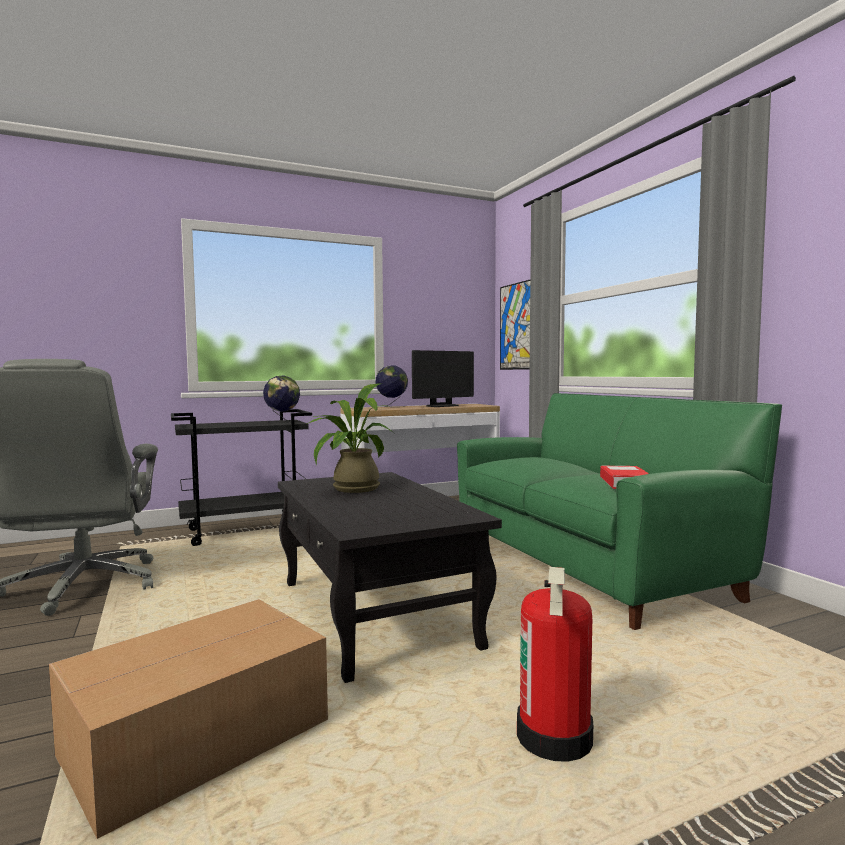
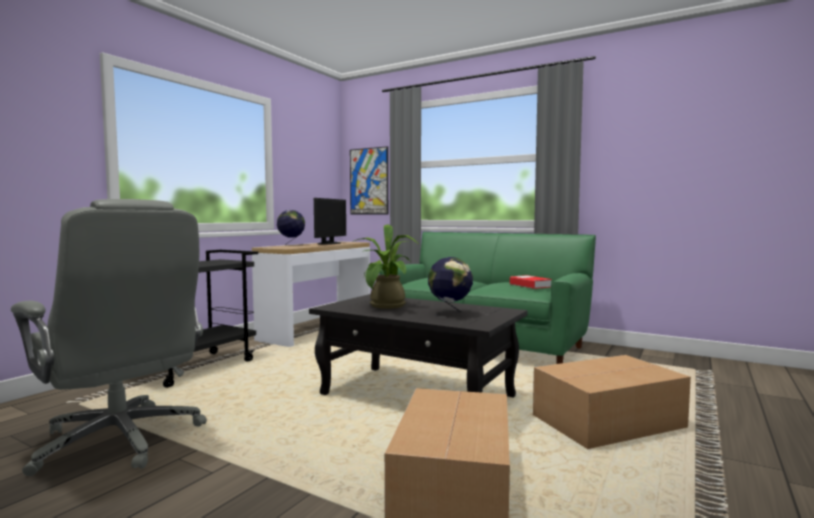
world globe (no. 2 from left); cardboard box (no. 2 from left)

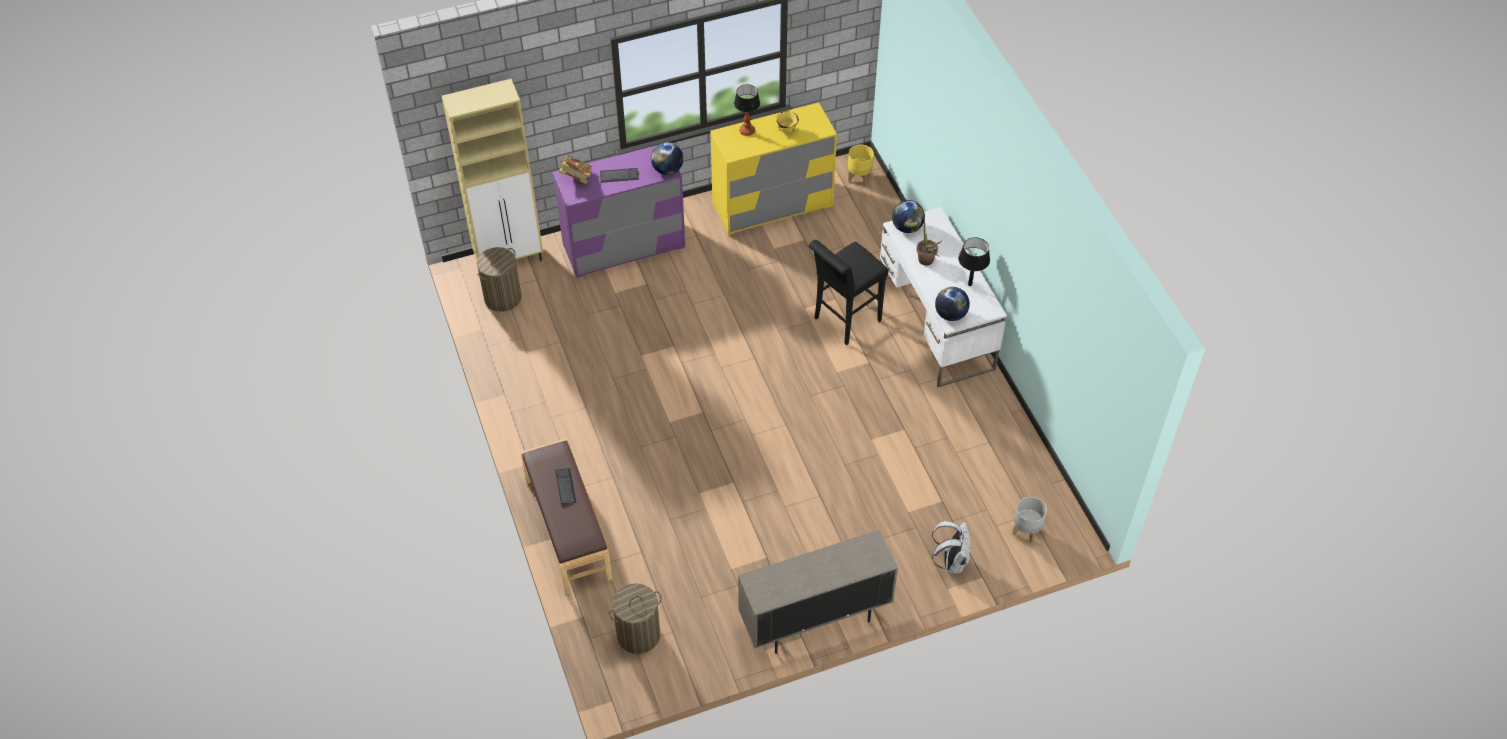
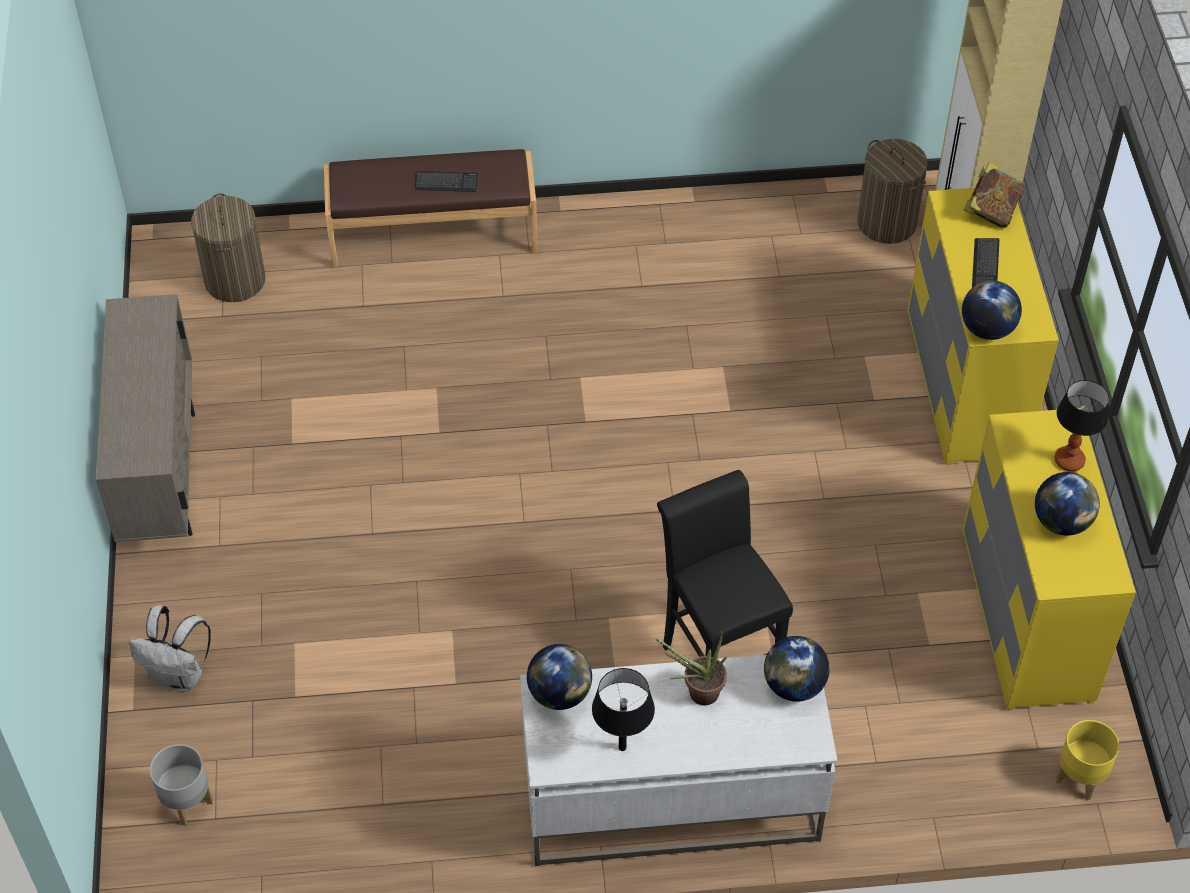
world globe (no. 4 from left); chest of drawers (yellow) (no. 1 from left)

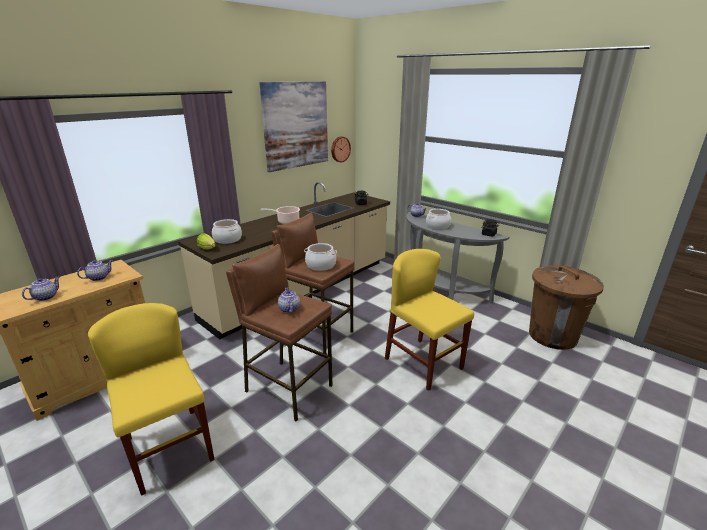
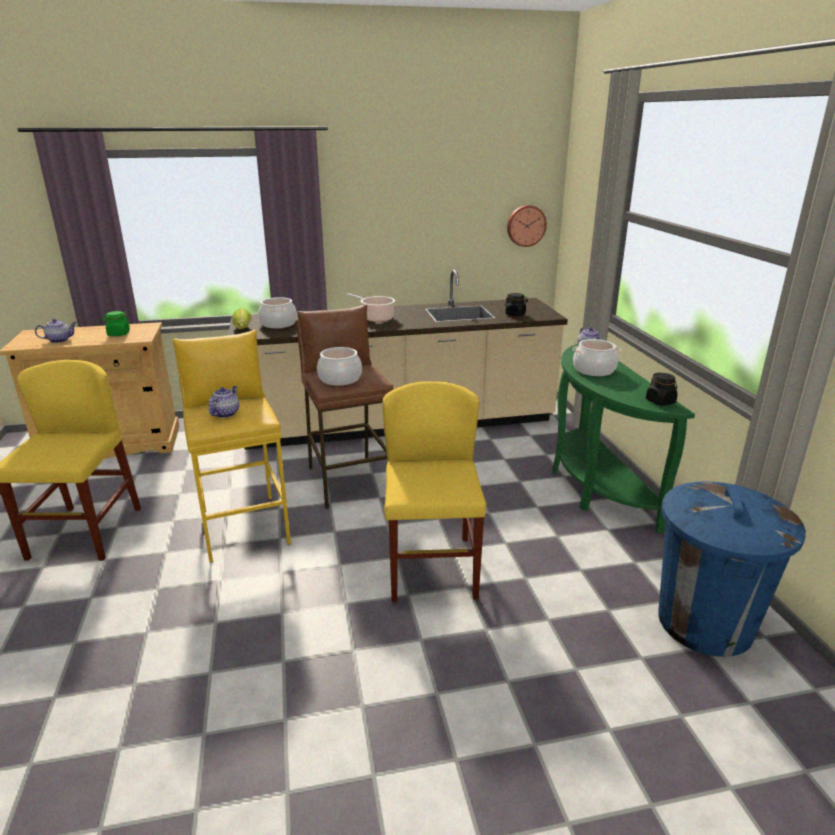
picture; narrow table (green); stool (yellow); storage jar (green); trash can (bluish)

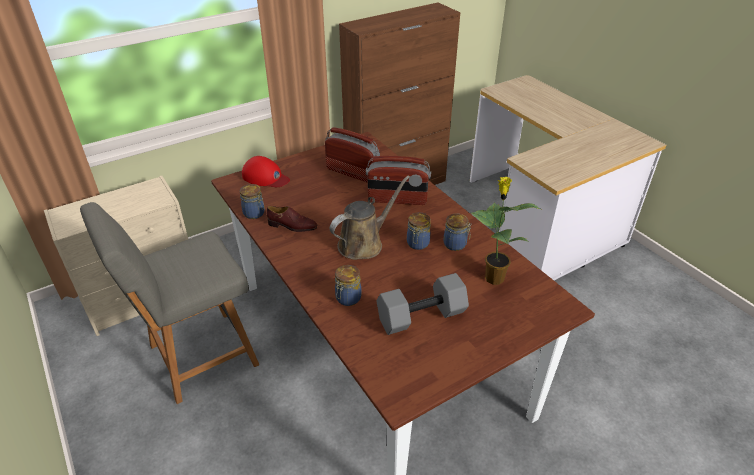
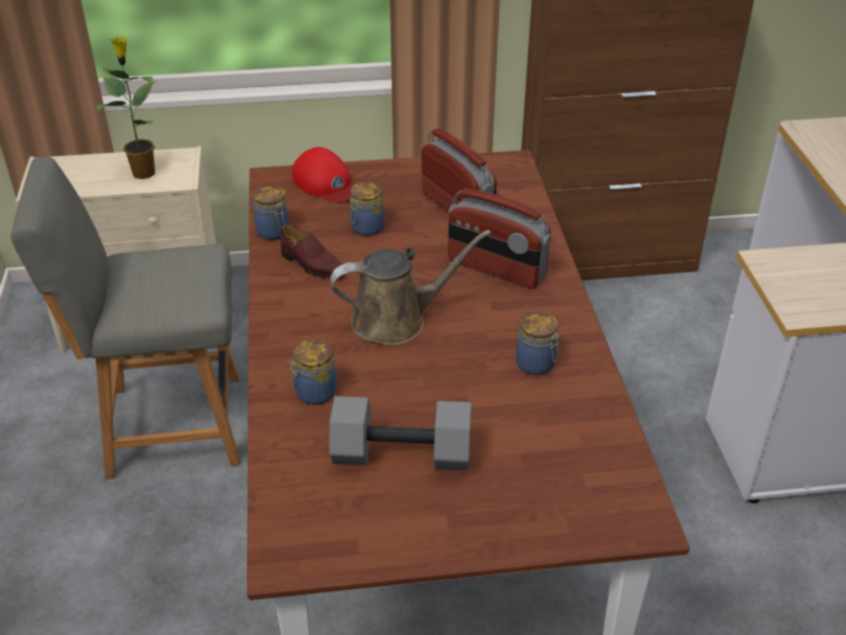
houseplant; storage jar (no. 3 from left)

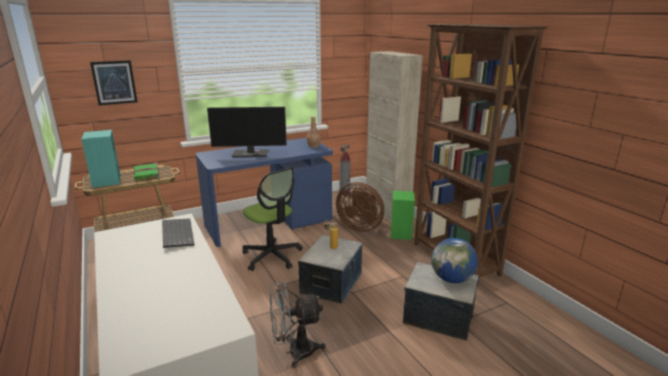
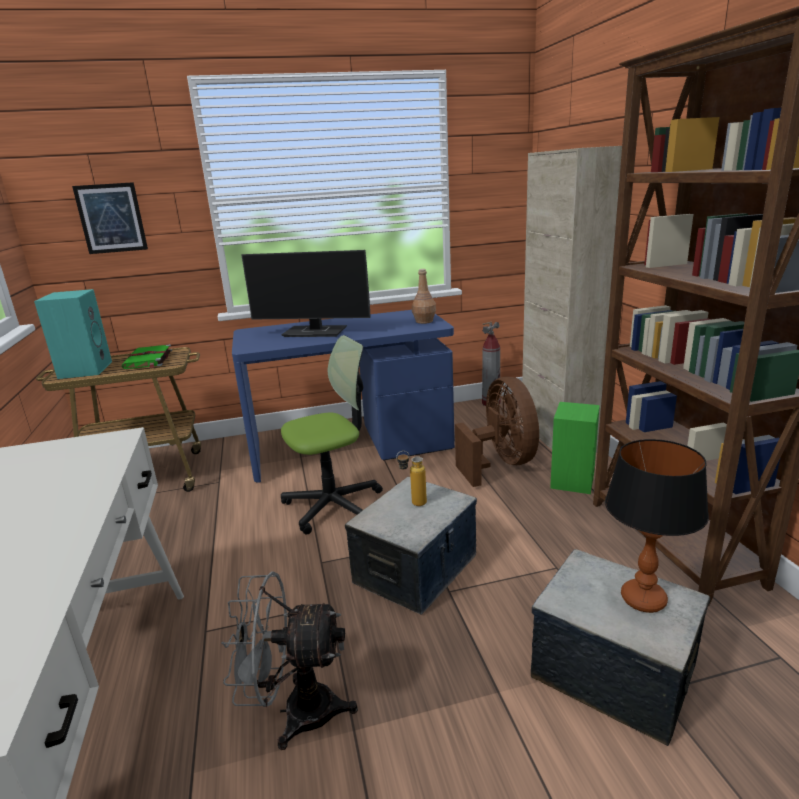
office chair; electric fan (brownish); computer keyboard; lamp for a table

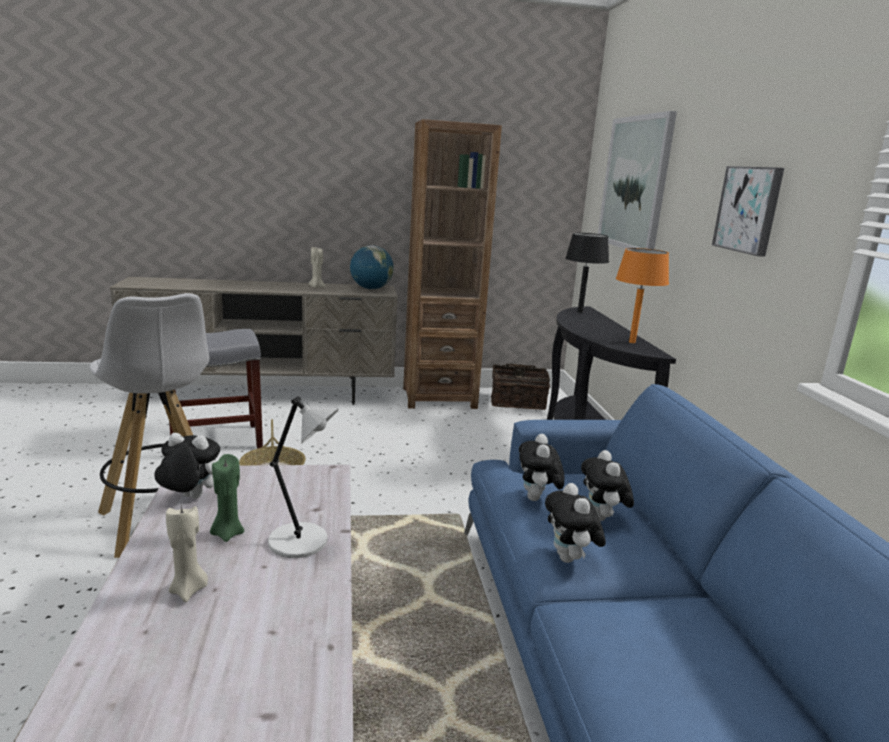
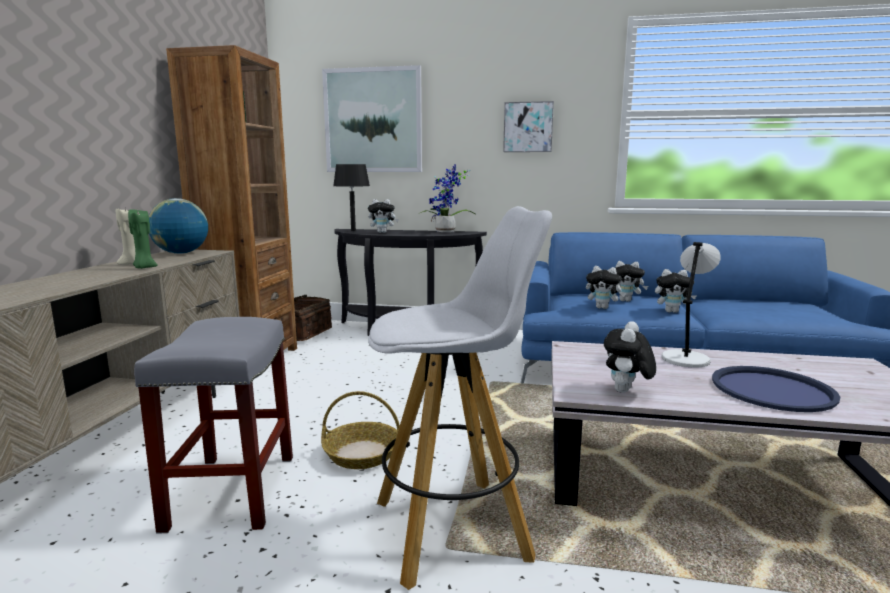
houseplant; candle (green); carrying tray (bluish); plush toy (no. 1 from left)

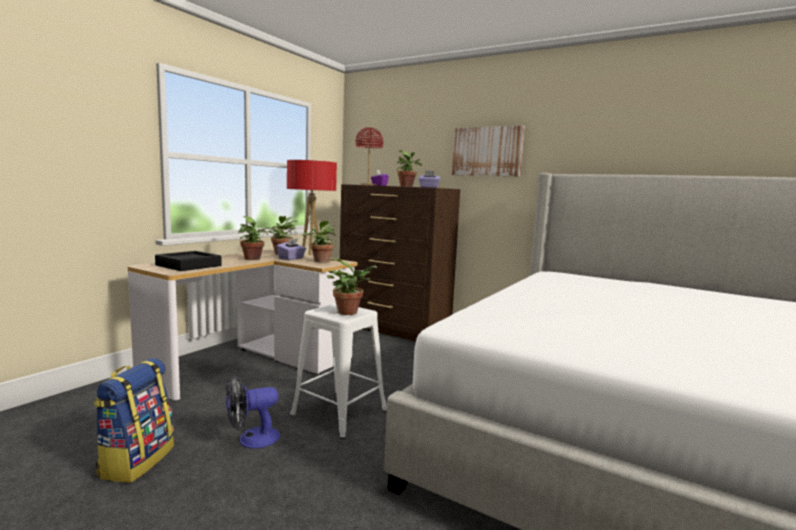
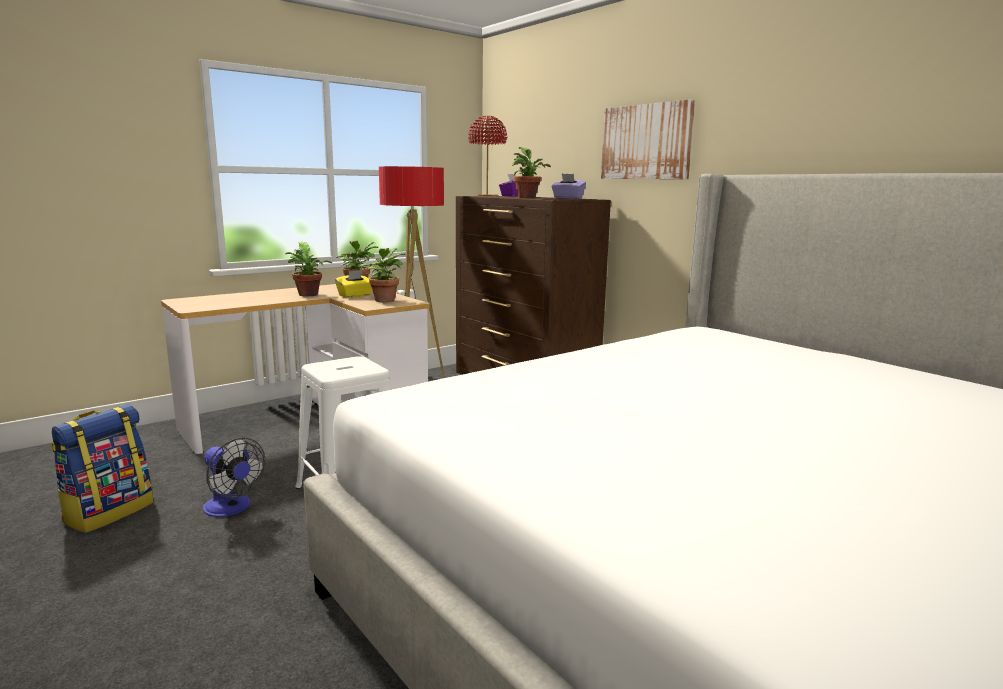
tissue holder (yellow); carrying tray (blackish); houseplant (no. 4 from left in the first image); electric fan

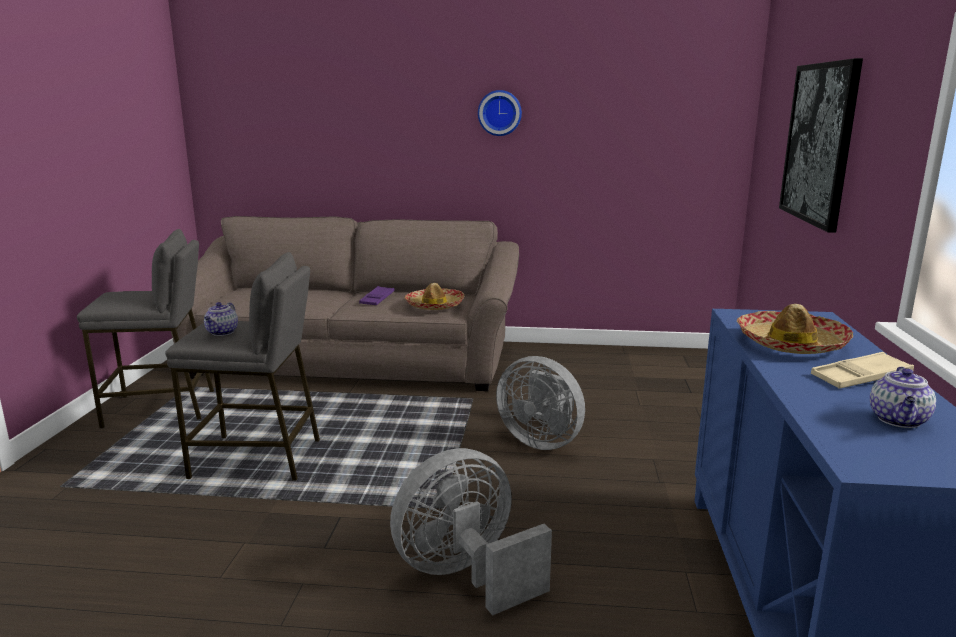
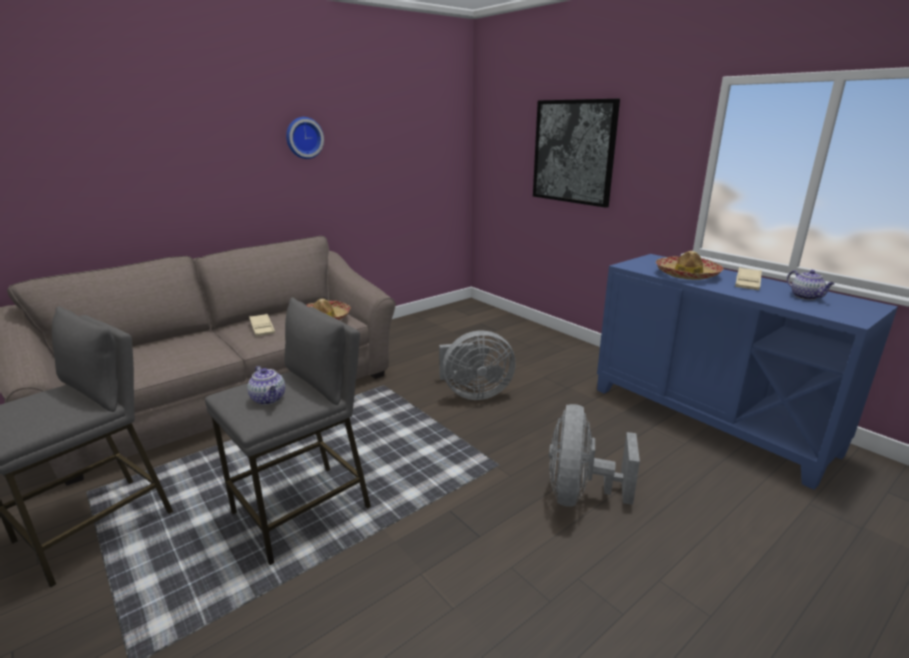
carrying tray (sand-coloured) (no. 1 from left)

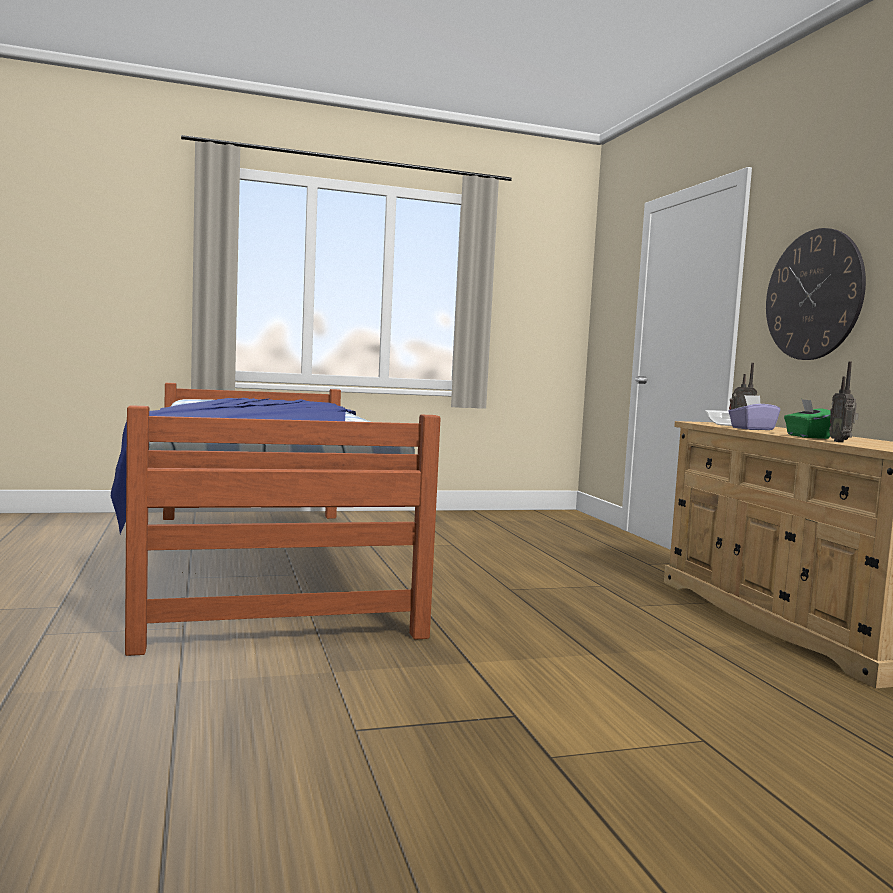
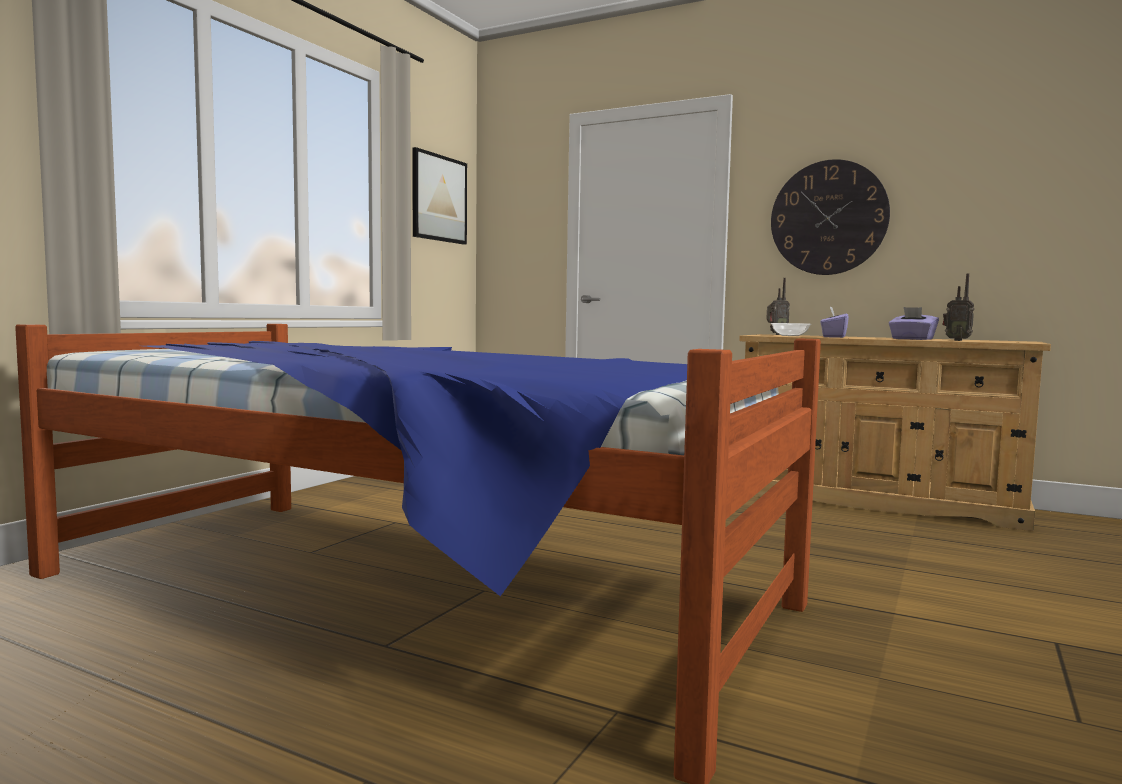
tissue holder (purplish) (no. 2 from left); picture

